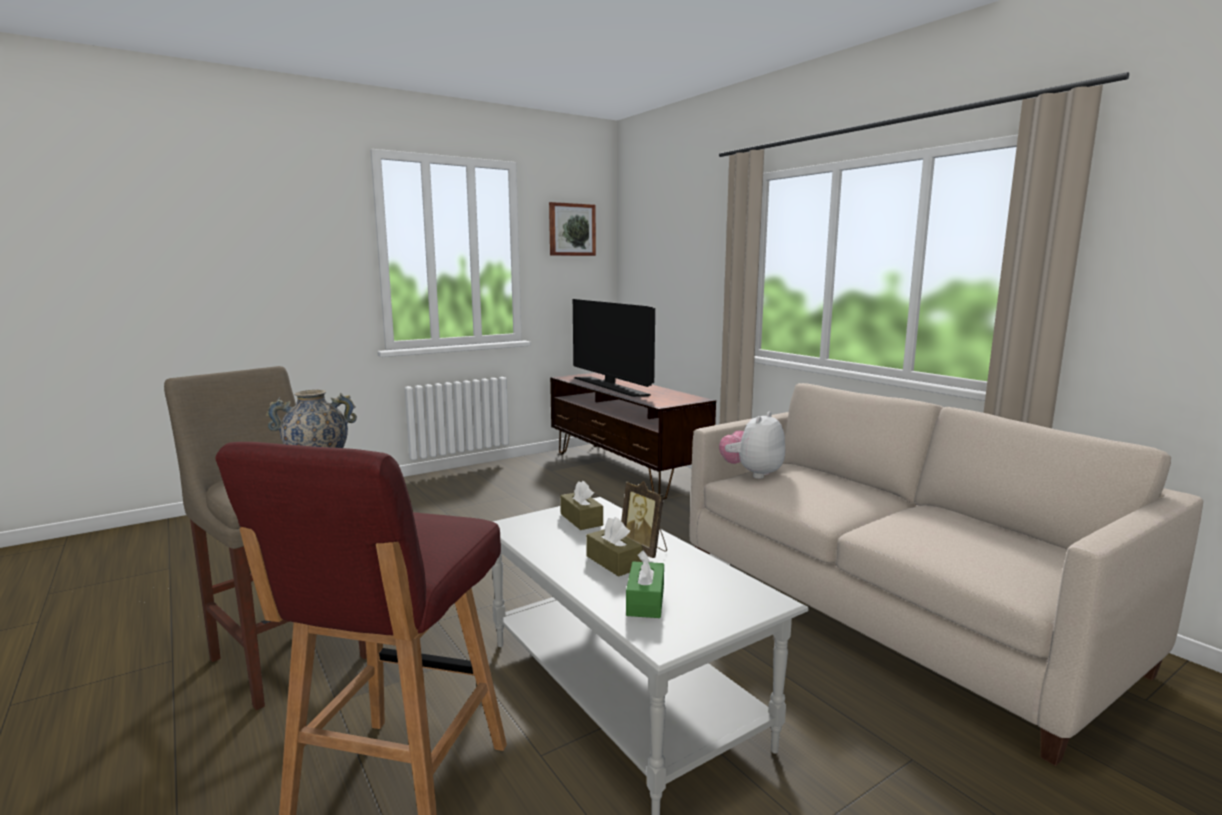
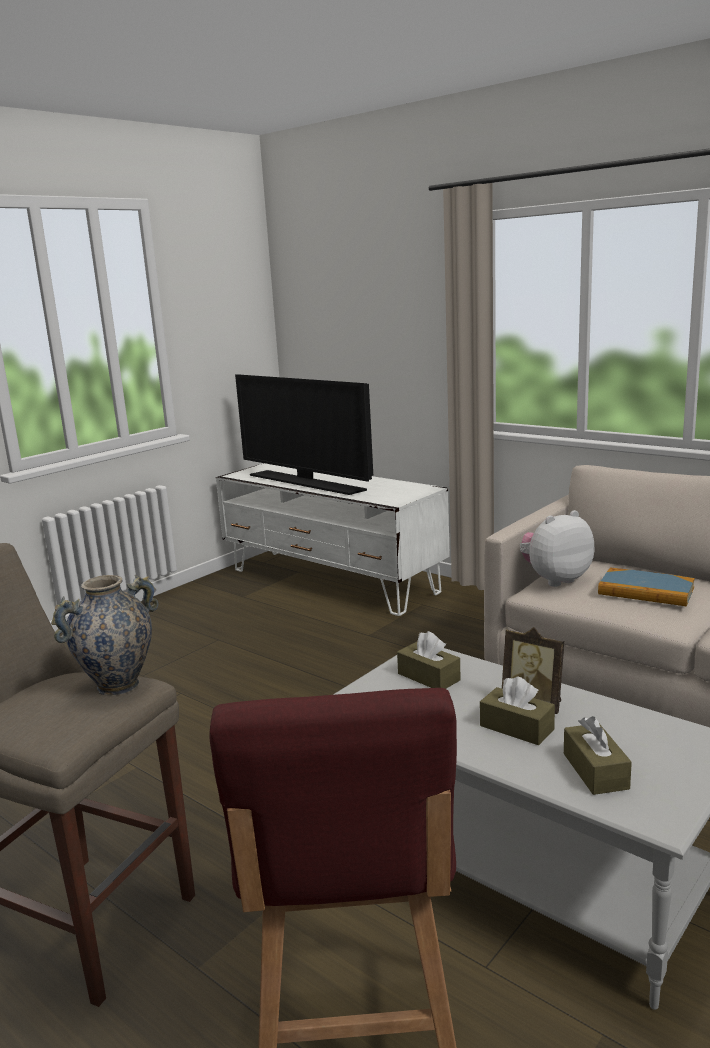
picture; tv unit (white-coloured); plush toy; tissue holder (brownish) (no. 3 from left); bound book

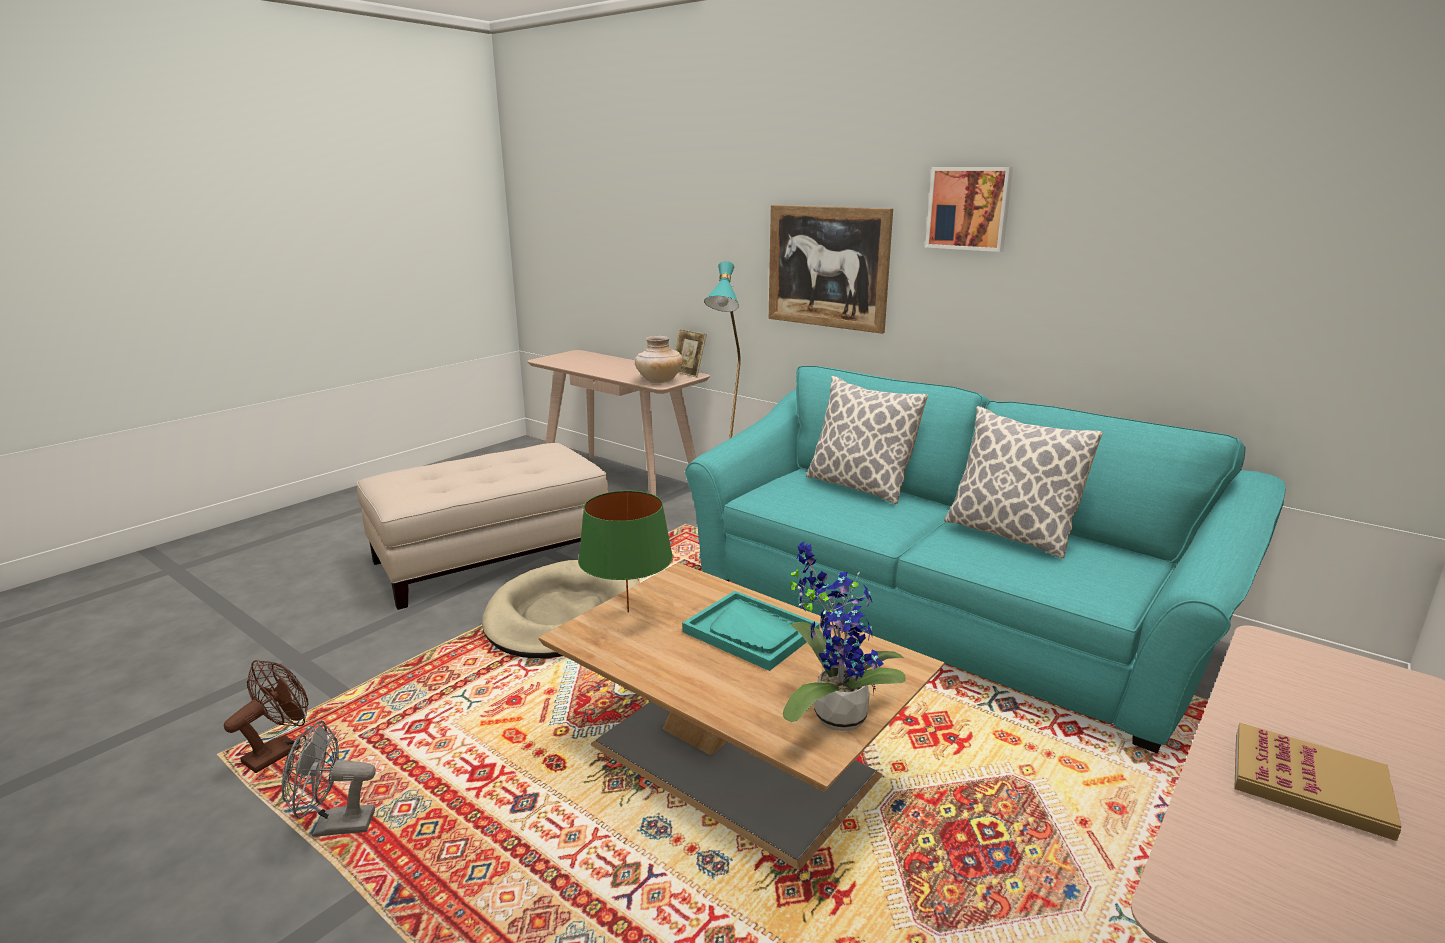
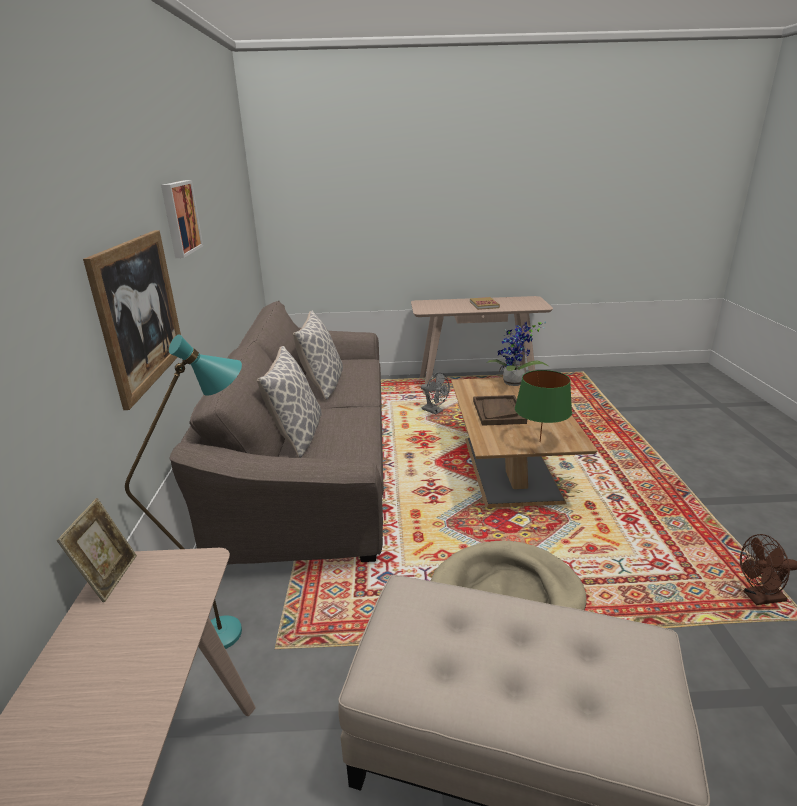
decorative vase (sand-coloured); couch (brownish); carrying tray (brownish); electric fan (greyish)

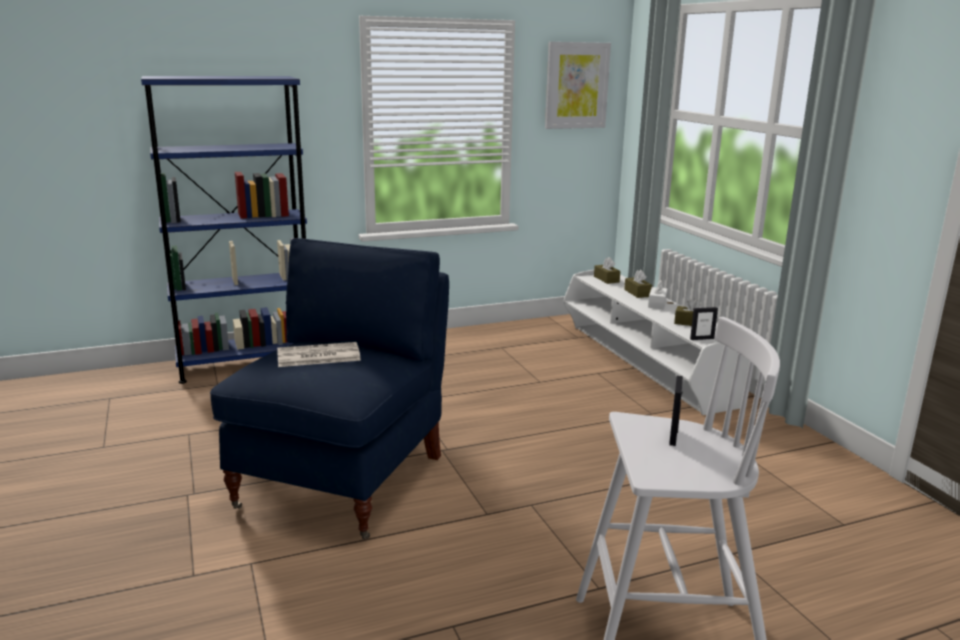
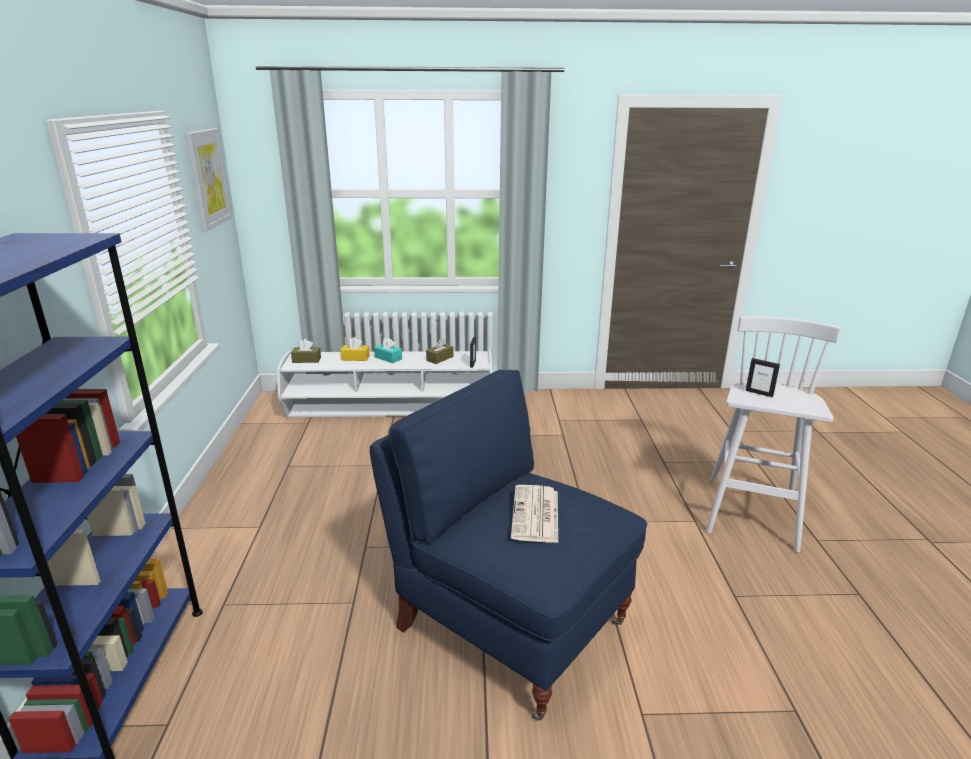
tissue holder (yellow); tissue holder (turquoise-coloured)

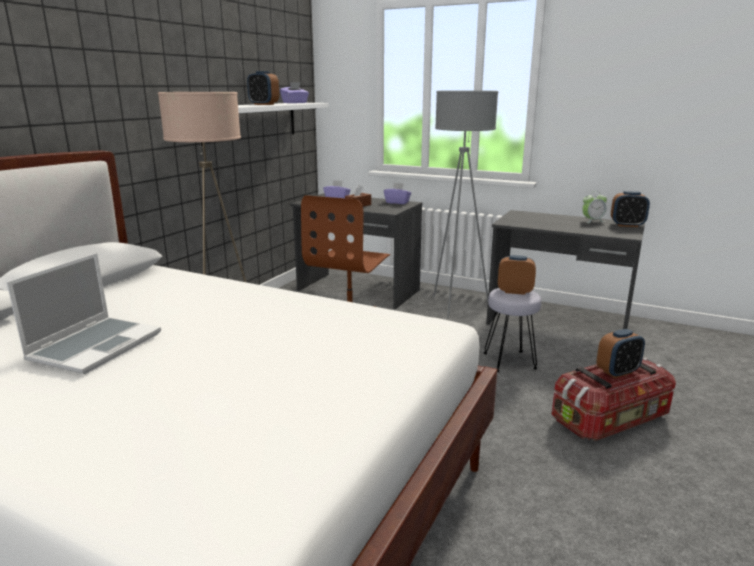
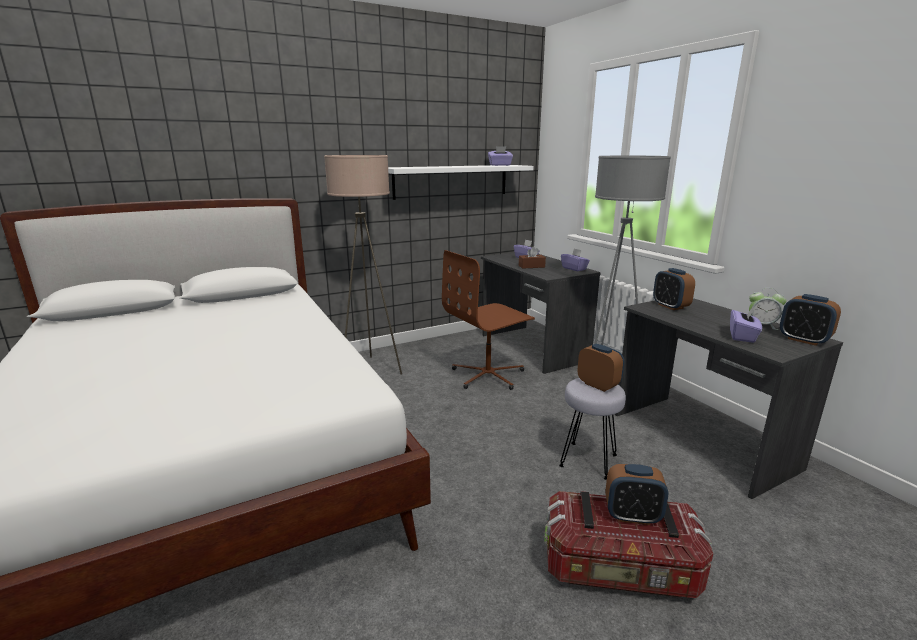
bedside clock (no. 3 from left); notebook computer; tissue holder (purplish) (no. 4 from left)

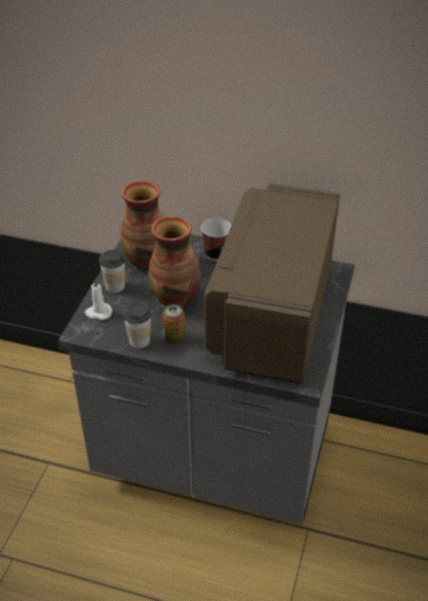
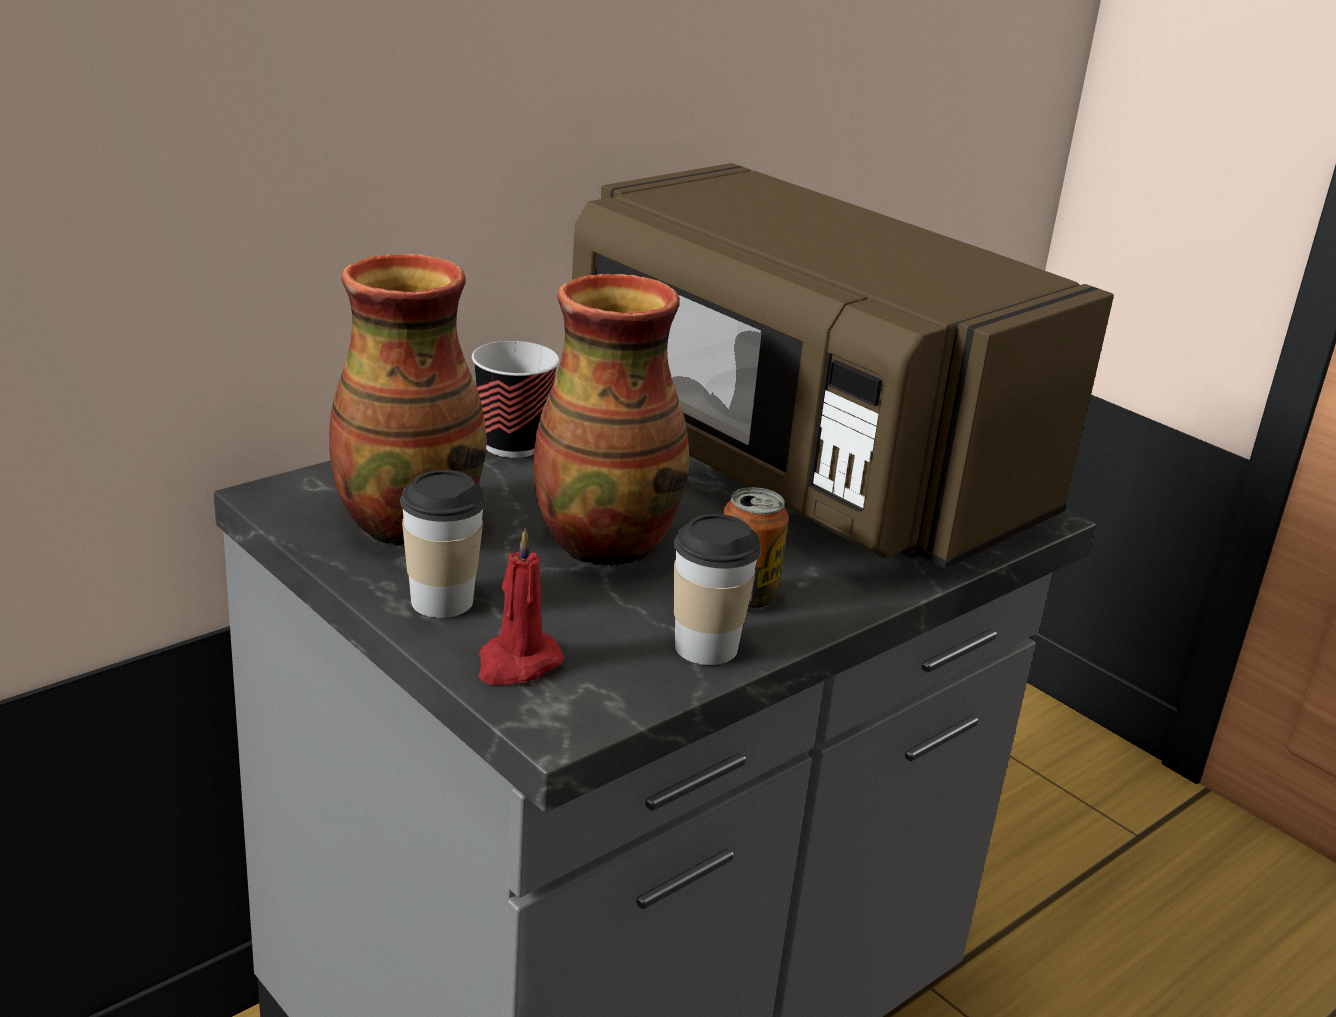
candle (red)

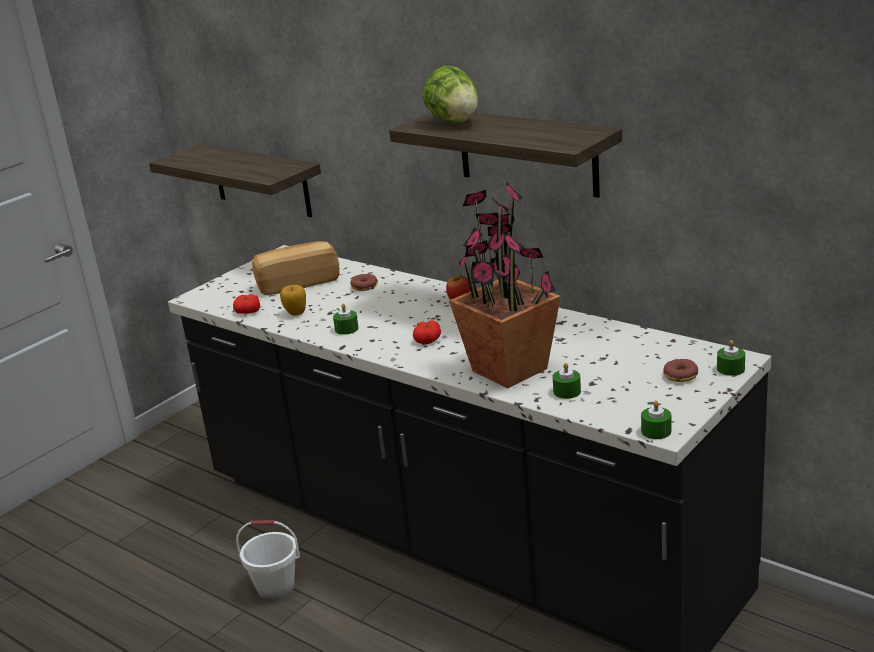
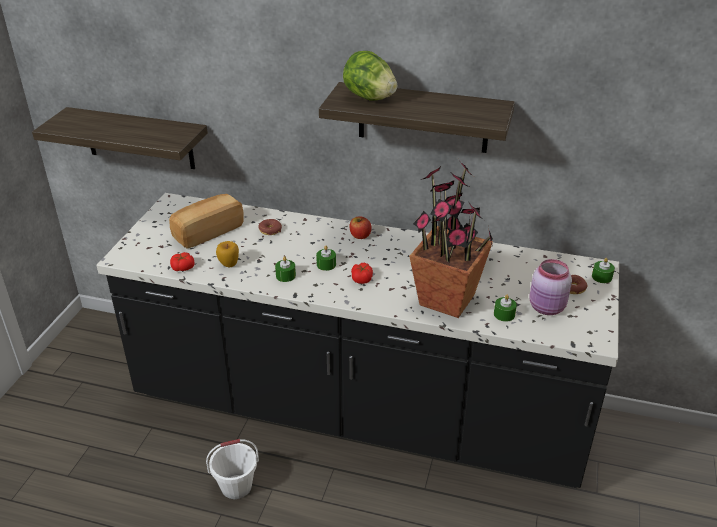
candle (green) (no. 2 from left); storage jar (pink-coloured)

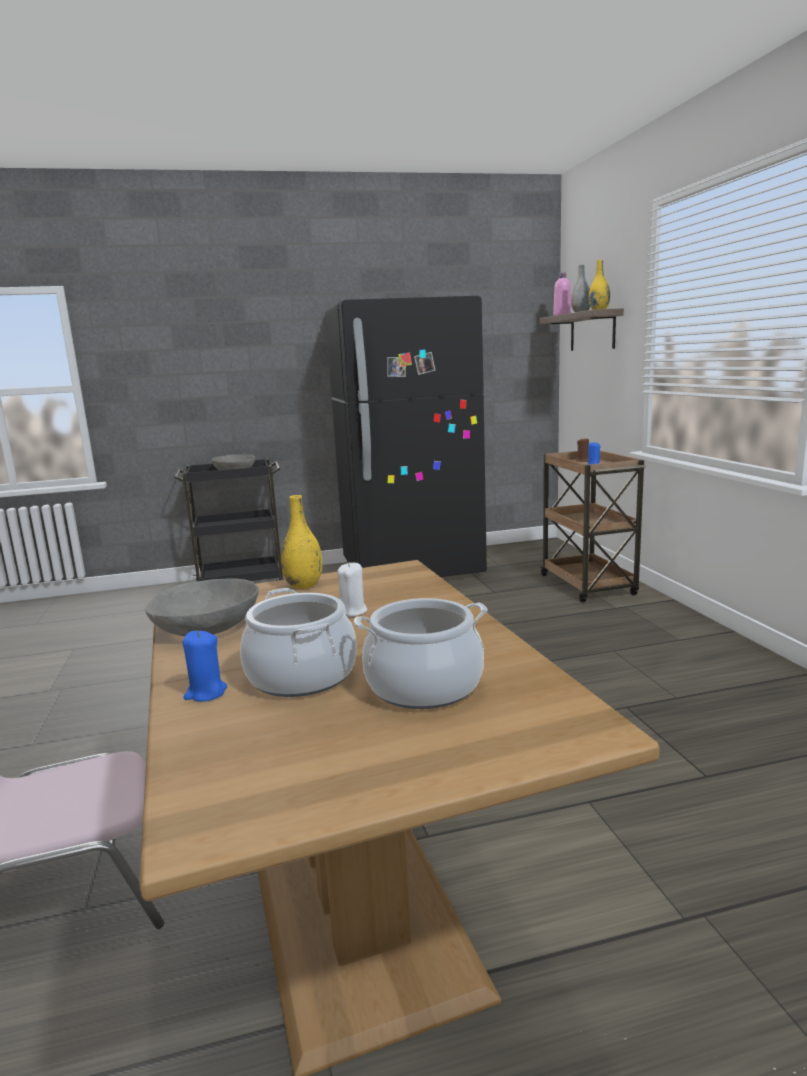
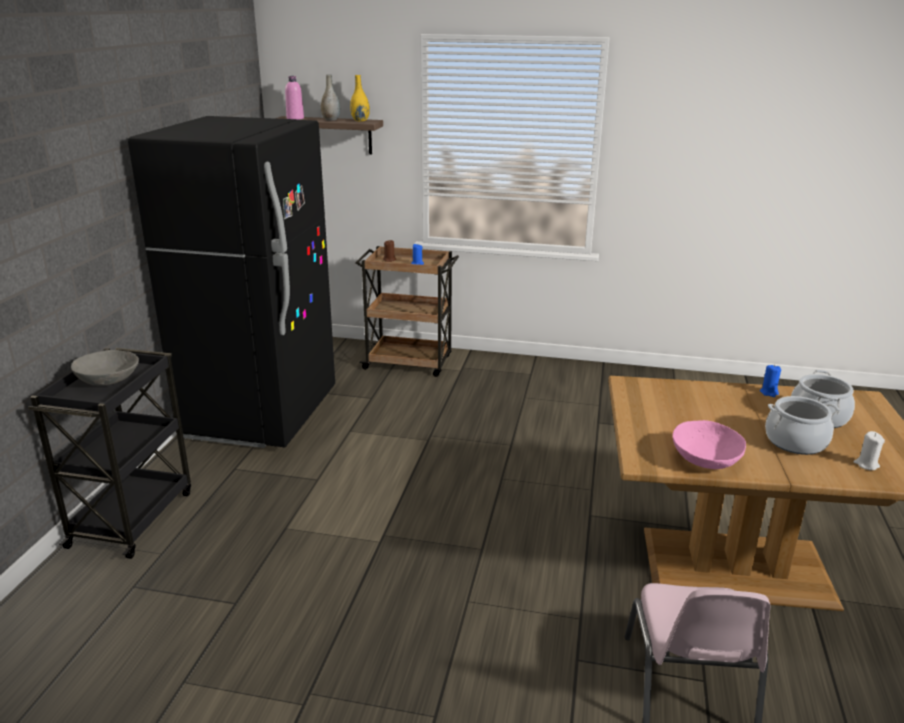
decorative vase (yellow) (no. 1 from left in the first image); candle (white-coloured); serving bowl (pink-coloured); candle (bluish) (no. 2 from left)

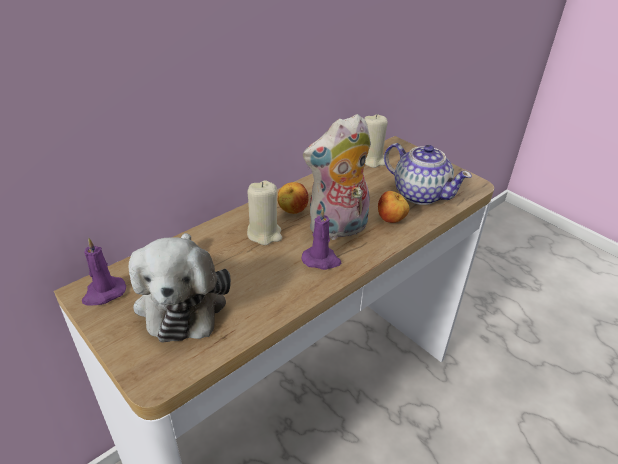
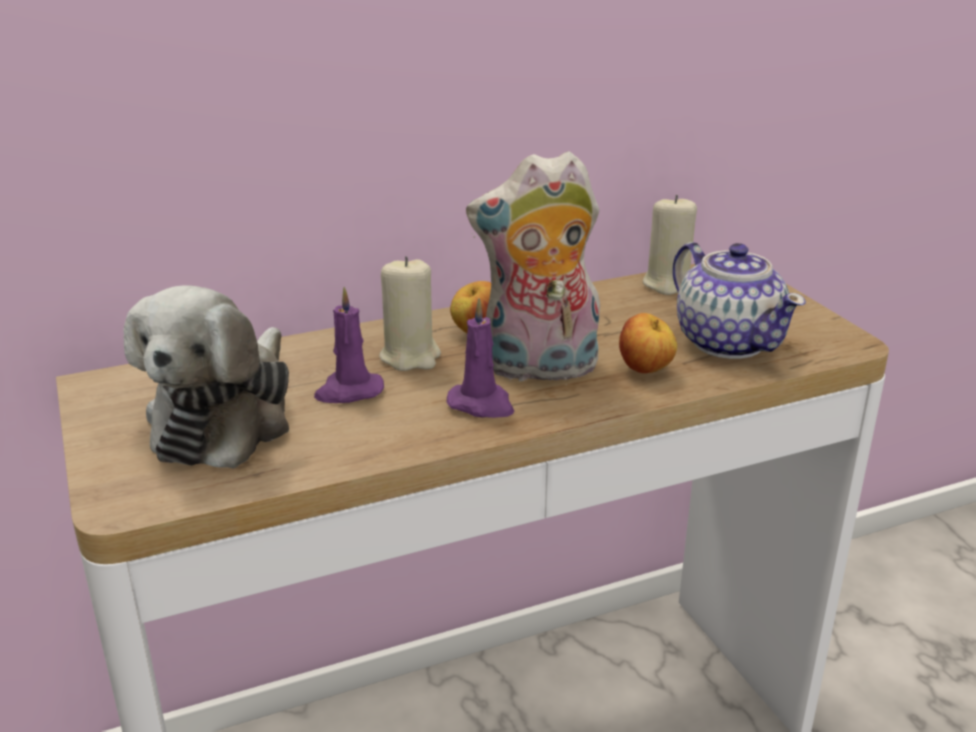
candle (purplish) (no. 1 from left)

